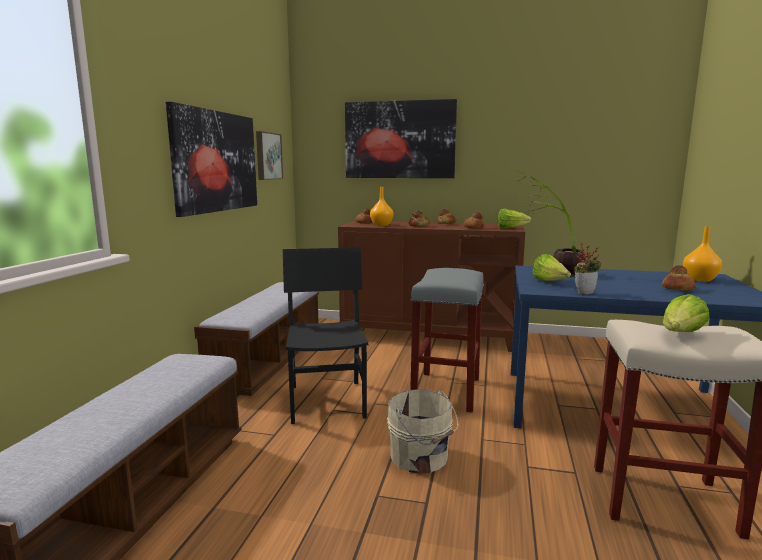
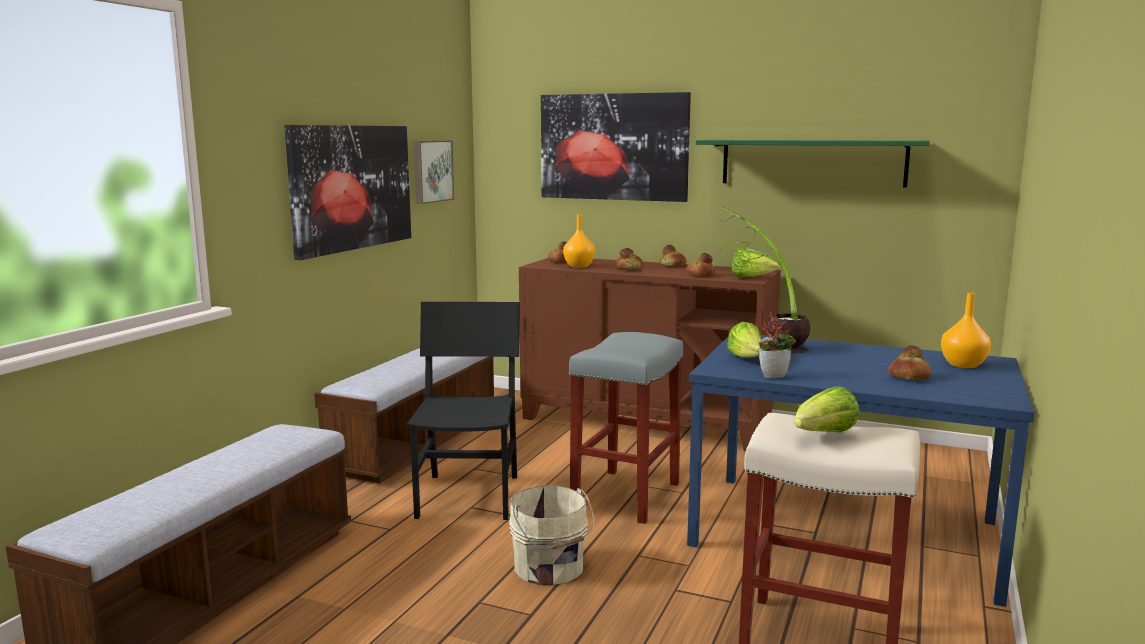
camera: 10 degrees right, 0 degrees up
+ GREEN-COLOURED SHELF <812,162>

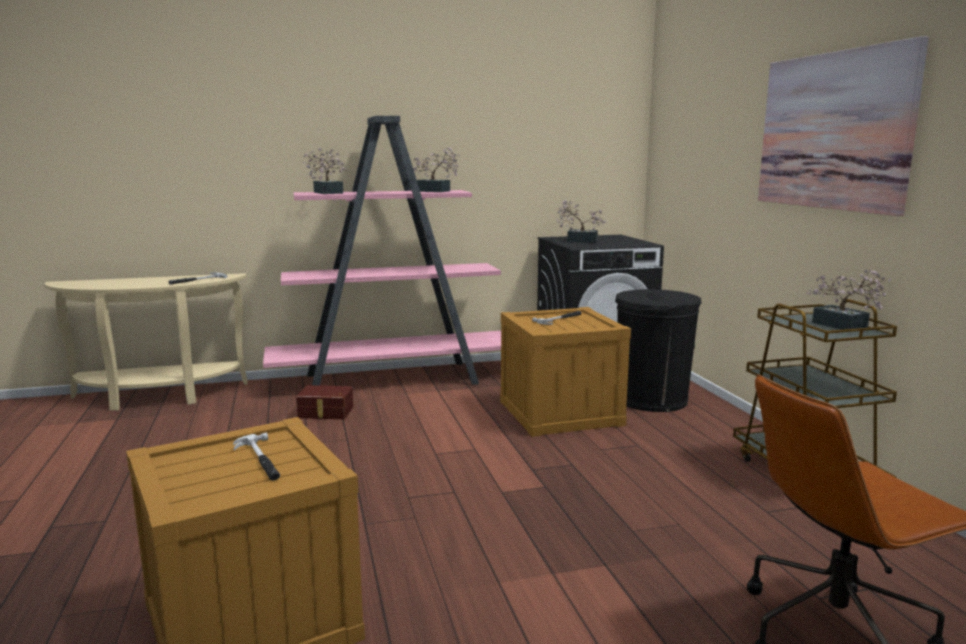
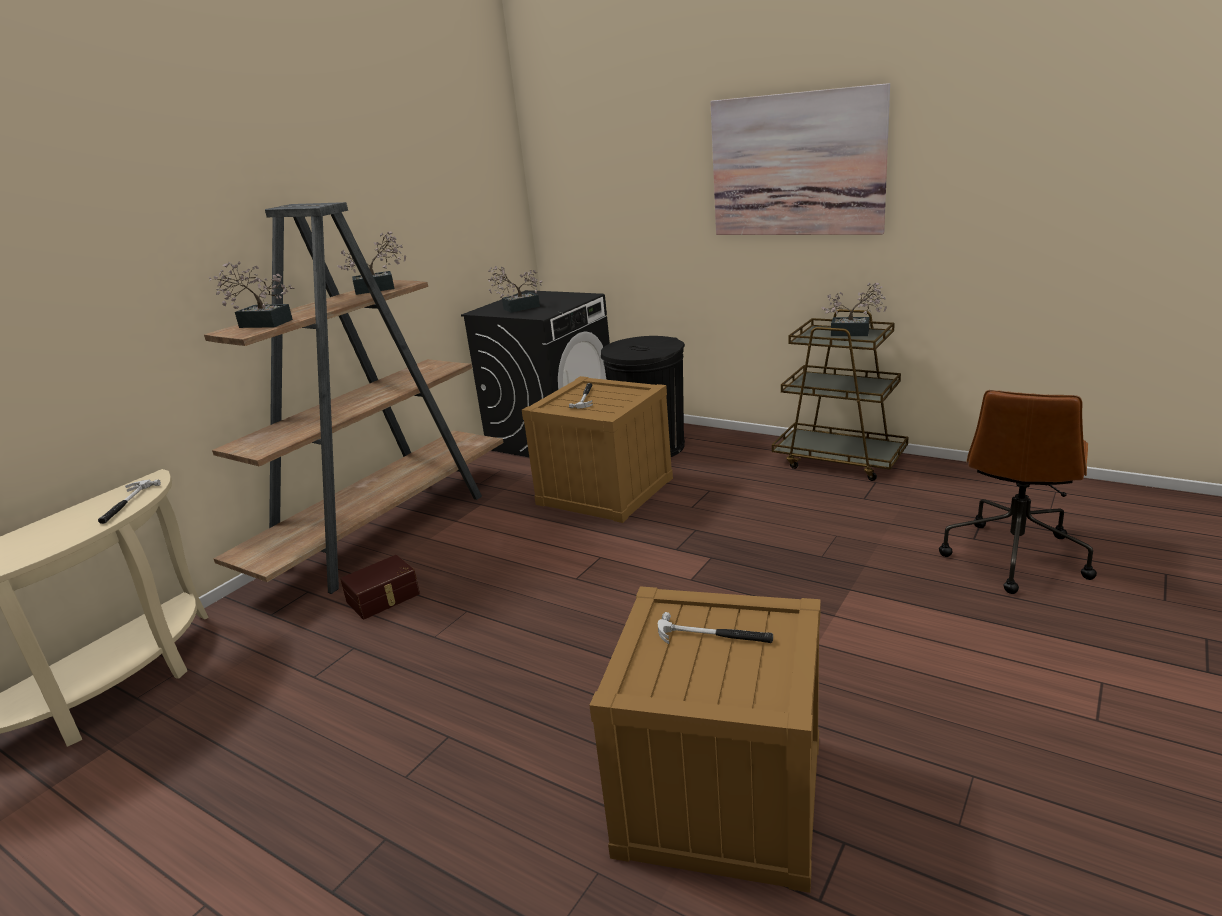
camera: 40 degrees left, 10 degrees up
~ PINK SHELVING UNIT <394,379> to BROWN-COLOURED SHELVING UNIT <385,530>

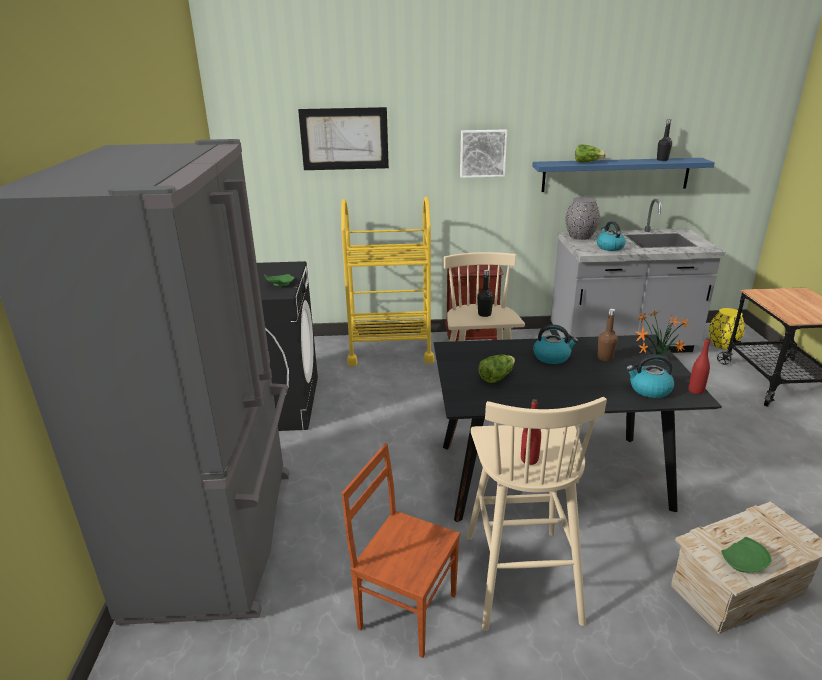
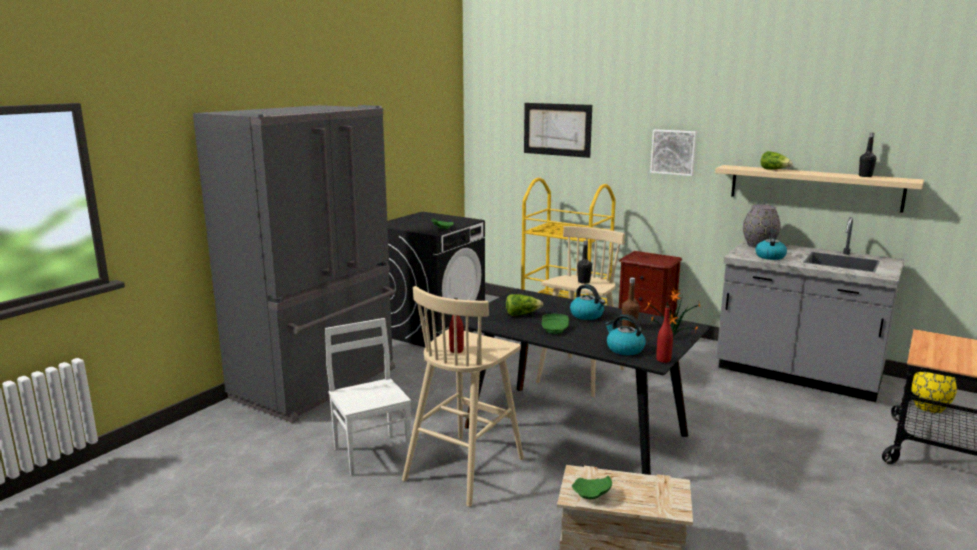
camera: 35 degrees right, 10 degrees down
~ BROWN-COLOURED CHAIR <407,609> to WHITISH CHAIR <372,453>
+ GREEN-COLOURED FLAT DISH <555,329>
~ BLUE-COLOURED SHELF <615,174> to BEIGE-COLOURED SHELF <814,187>

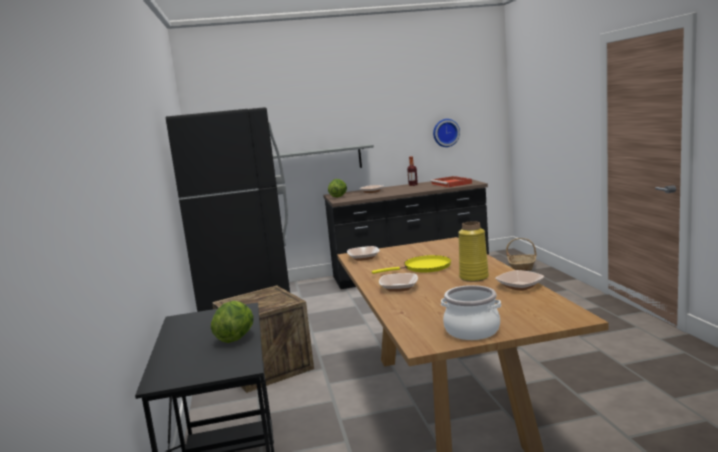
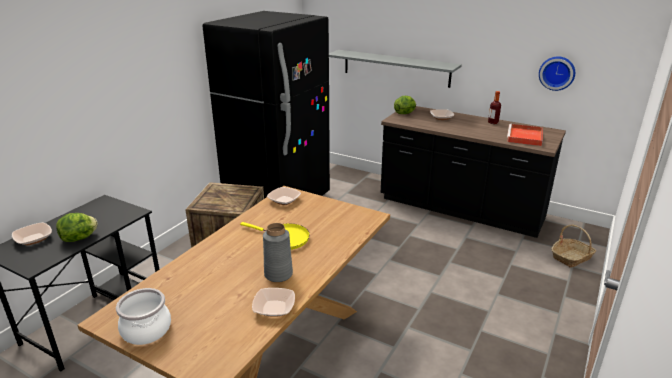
camera: 40 degrees right, 15 degrees up
~ SERVING BOWL <399,288> to <33,239>
~ YELLOW-COLOURED FLOWER VASE <474,277> to GRAY FLOWER VASE <278,274>

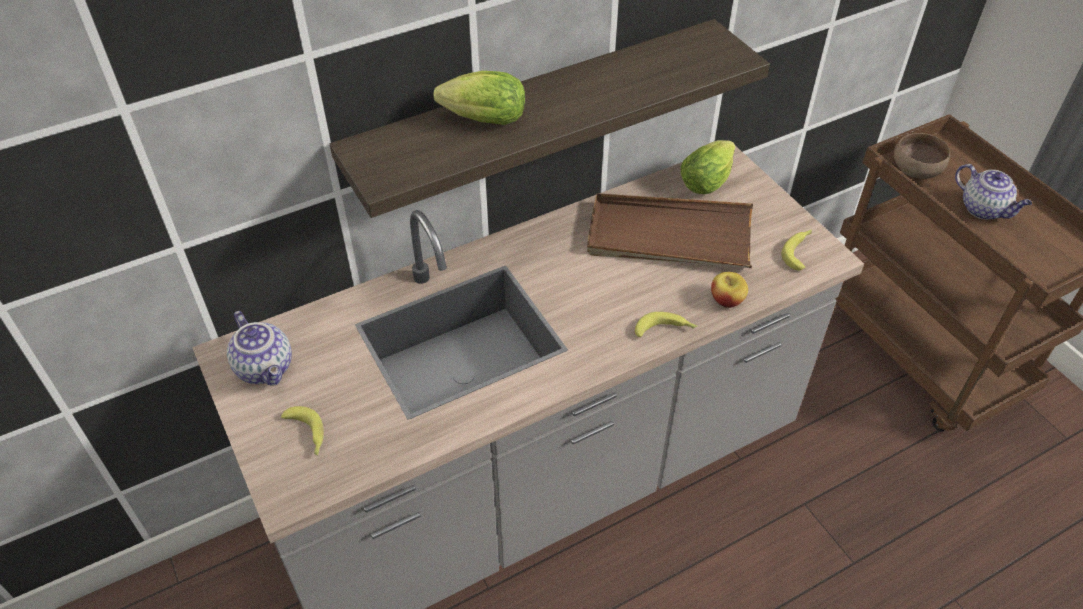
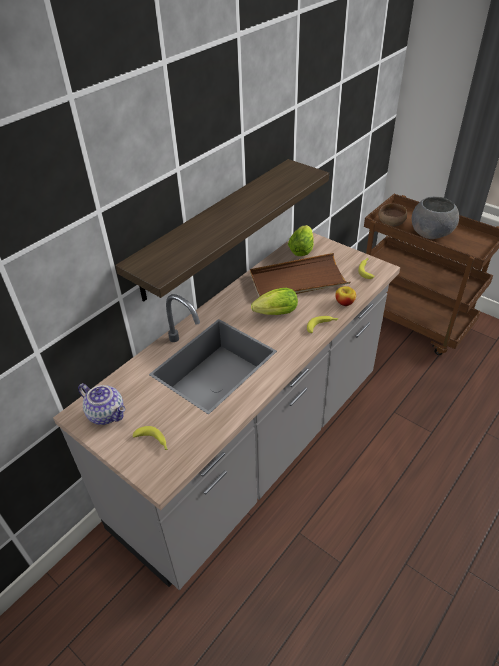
camera: 20 degrees left, 5 degrees down
~ LETTUCE <480,120> to <273,314>
~ POT FOR TEA <984,209> to GRAY SERVING BOWL <432,232>

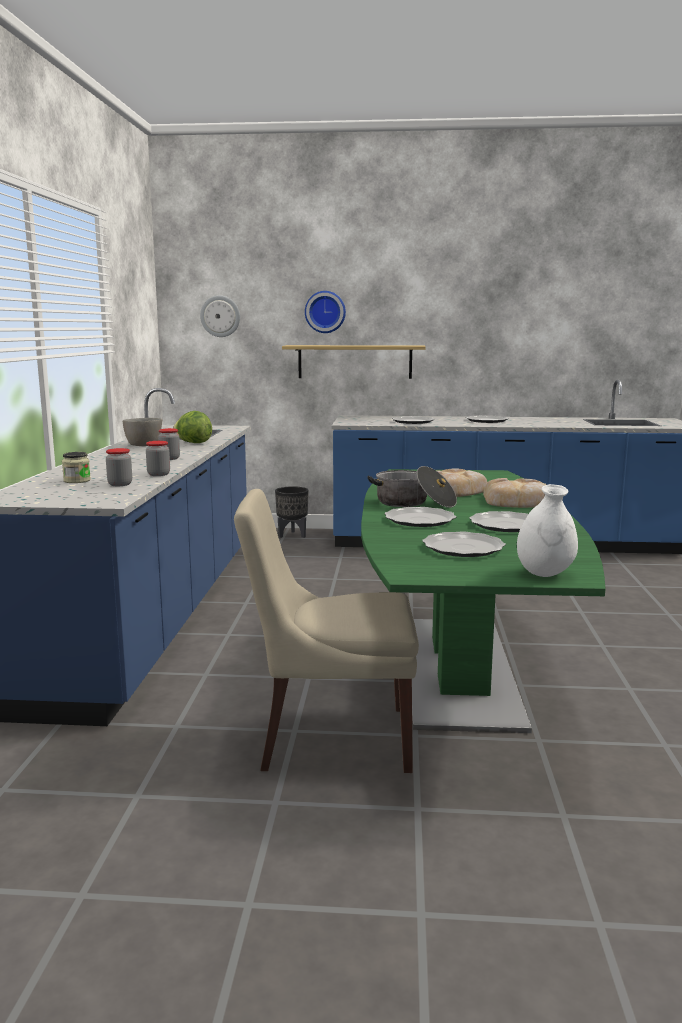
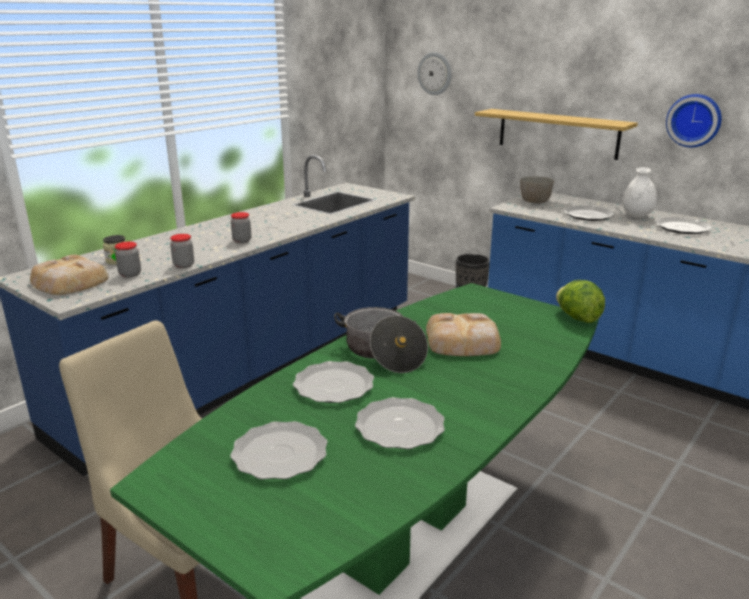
camera: 35 degrees right, 10 degrees up
~ BREAD <518,501> to <70,282>
~ GRAY SERVING BOWL <143,445> to <534,201>
~ LETTUCE <193,443> to <577,318>
~ WHITISH FLOWER VASE <545,574> to <637,216>
~ WALL CLOCK <325,312> to <694,120>

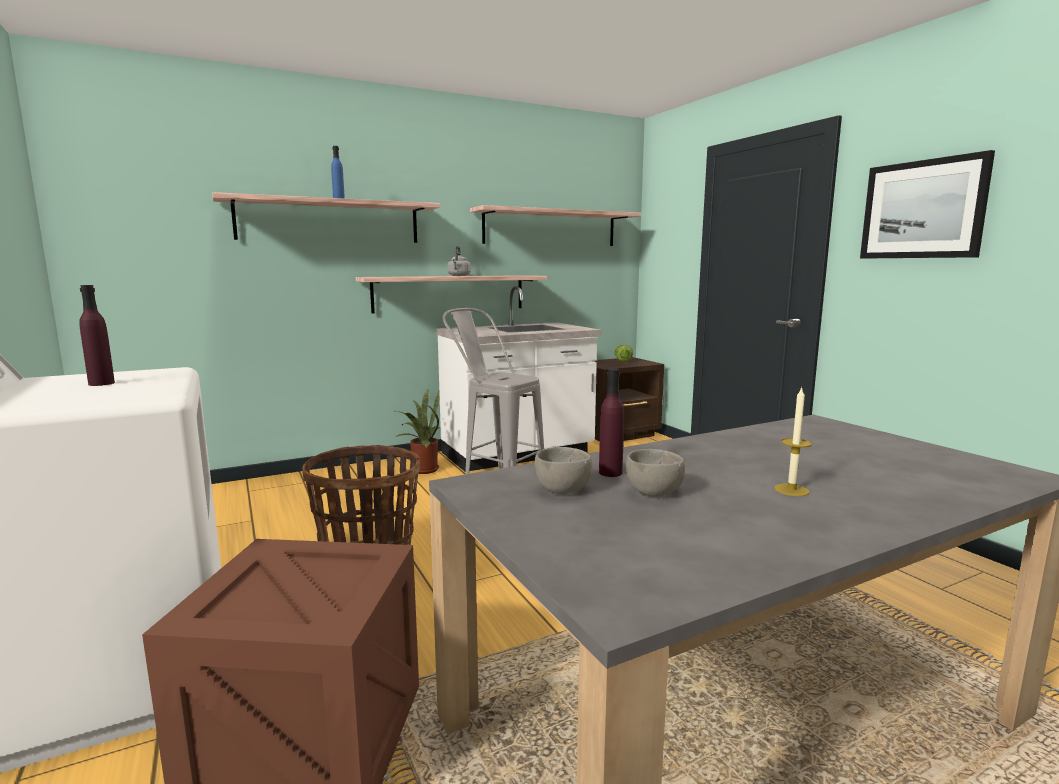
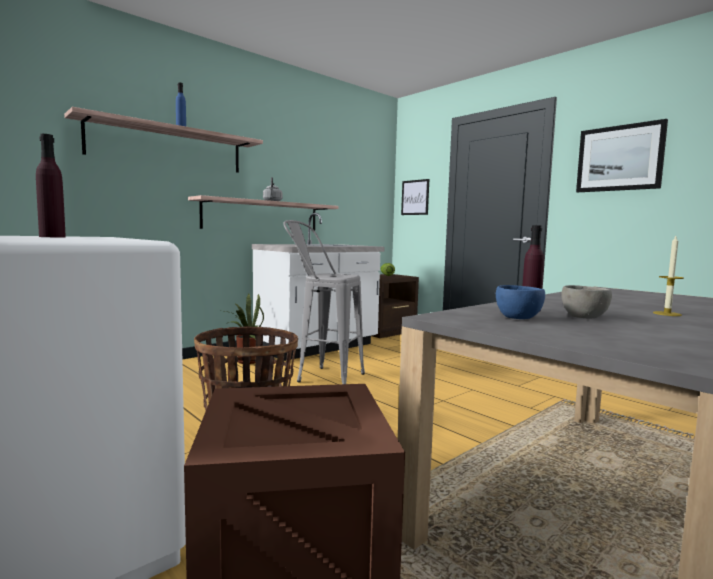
camera: 15 degrees left, 5 degrees down
+ WALL ART <415,197>
~ GRAY SERVING BOWL <564,490> to BLUE-COLOURED SERVING BOWL <519,318>
- SHELF <550,228>

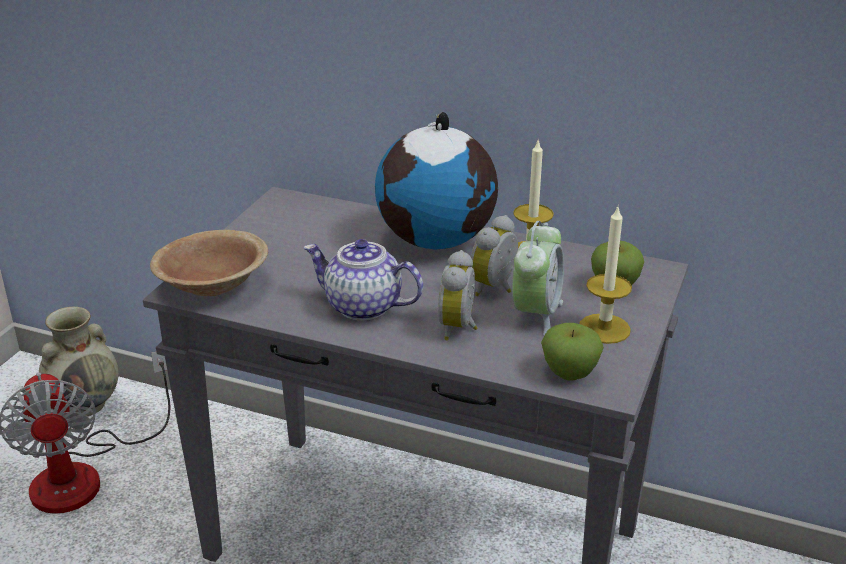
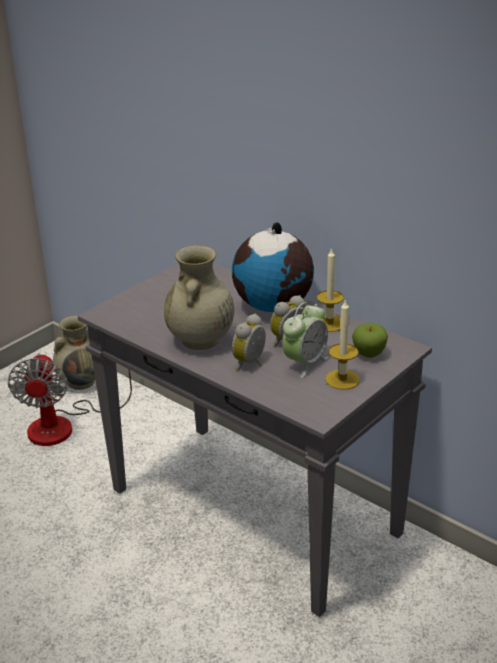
camera: 20 degrees right, 0 degrees up
~ POT FOR TEA <362,307> to BEIGE-COLOURED FLOWER VASE <200,340>
- BROWN-COLOURED SERVING BOWL <212,285>
- APPLE FRUIT <569,373>

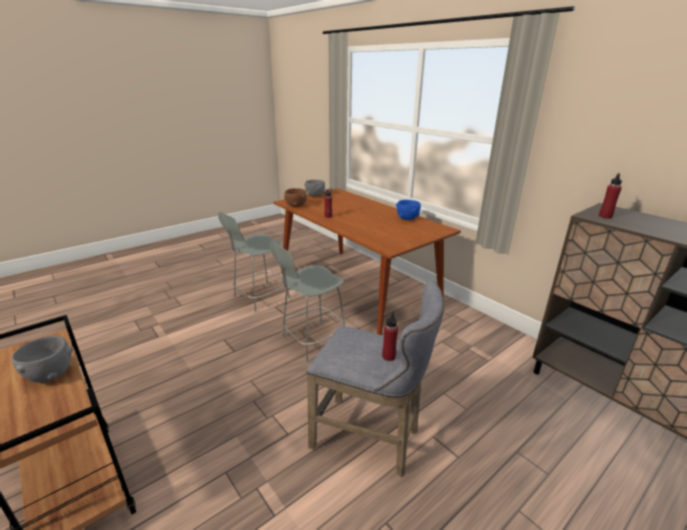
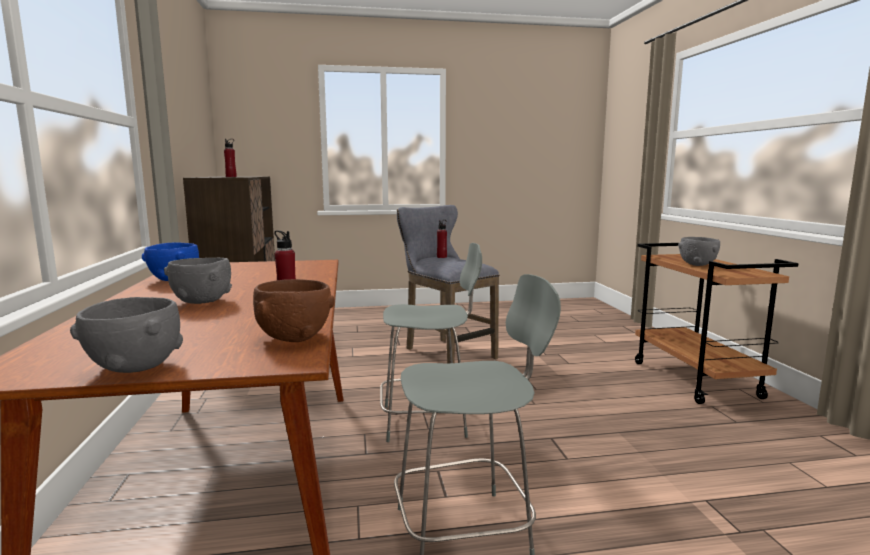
camera: 150 degrees left, 15 degrees down
+ GRAY SERVING BOWL <202,302>

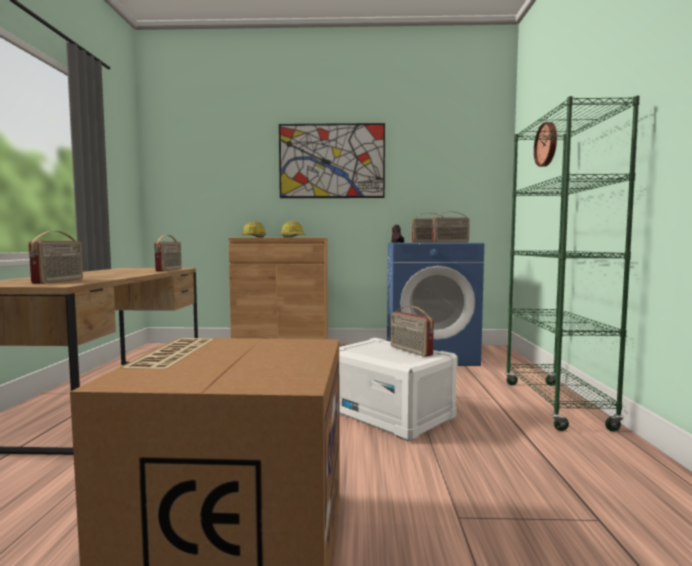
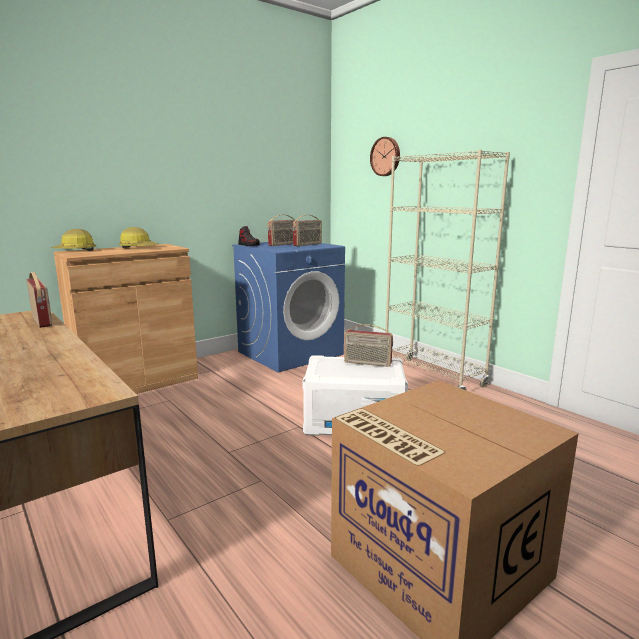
camera: 40 degrees left, 10 degrees up
~ GREEN-COLOURED SHELVING UNIT <555,405> to BEIGE-COLOURED SHELVING UNIT <433,376>
- RADIO <59,281>
- WALL ART <331,161>

